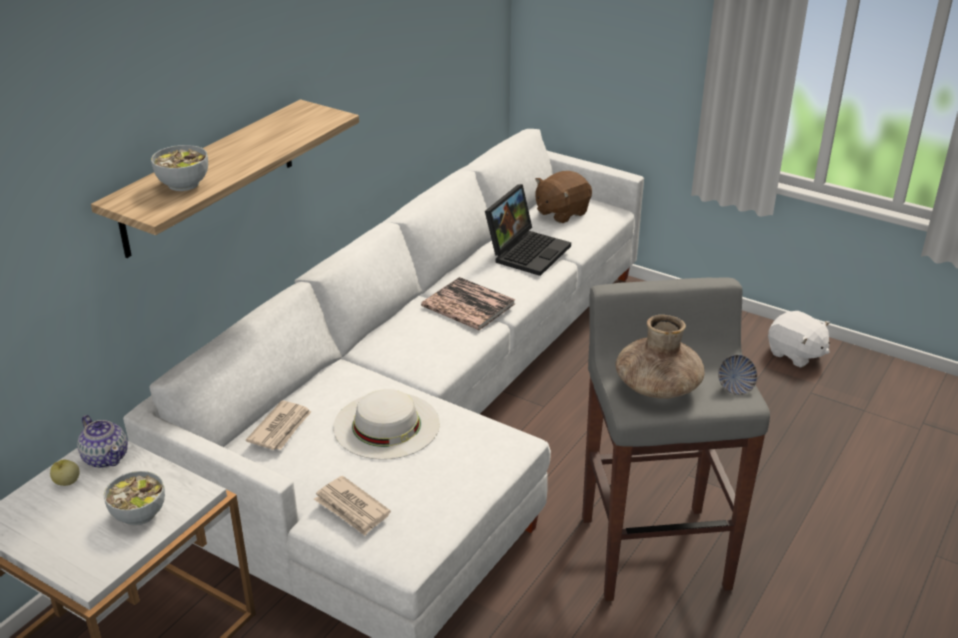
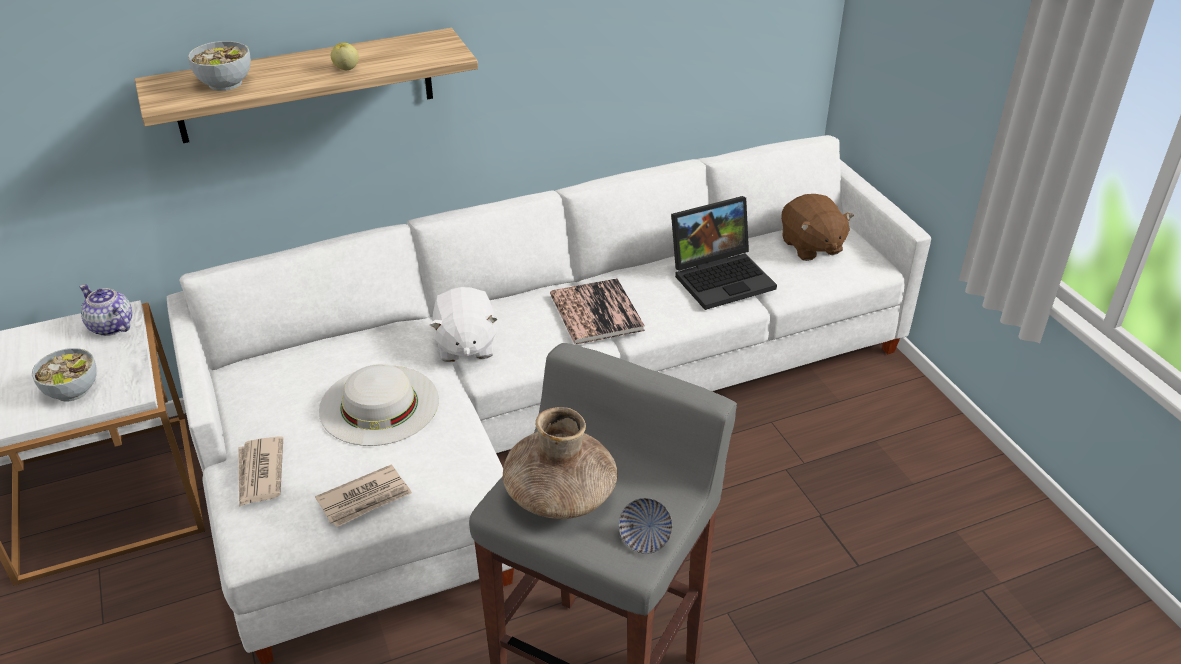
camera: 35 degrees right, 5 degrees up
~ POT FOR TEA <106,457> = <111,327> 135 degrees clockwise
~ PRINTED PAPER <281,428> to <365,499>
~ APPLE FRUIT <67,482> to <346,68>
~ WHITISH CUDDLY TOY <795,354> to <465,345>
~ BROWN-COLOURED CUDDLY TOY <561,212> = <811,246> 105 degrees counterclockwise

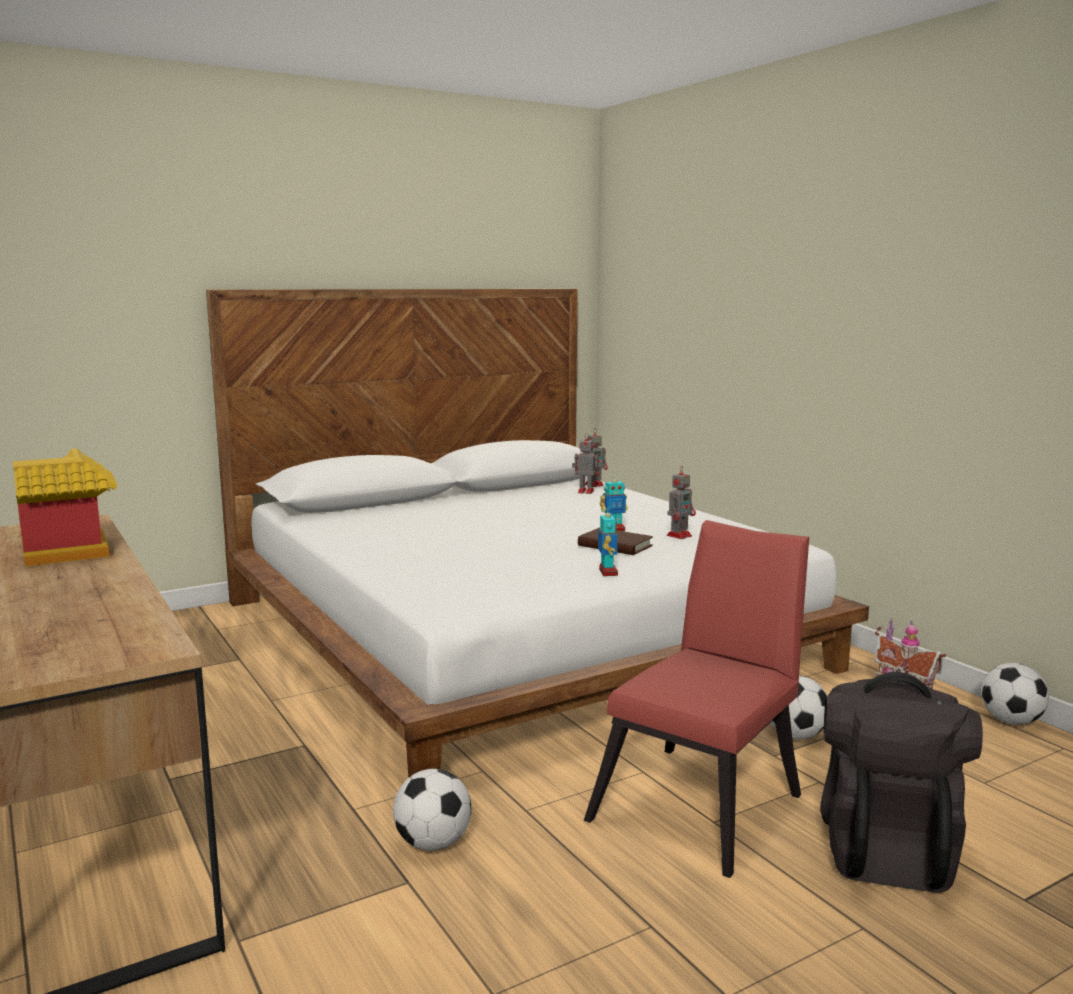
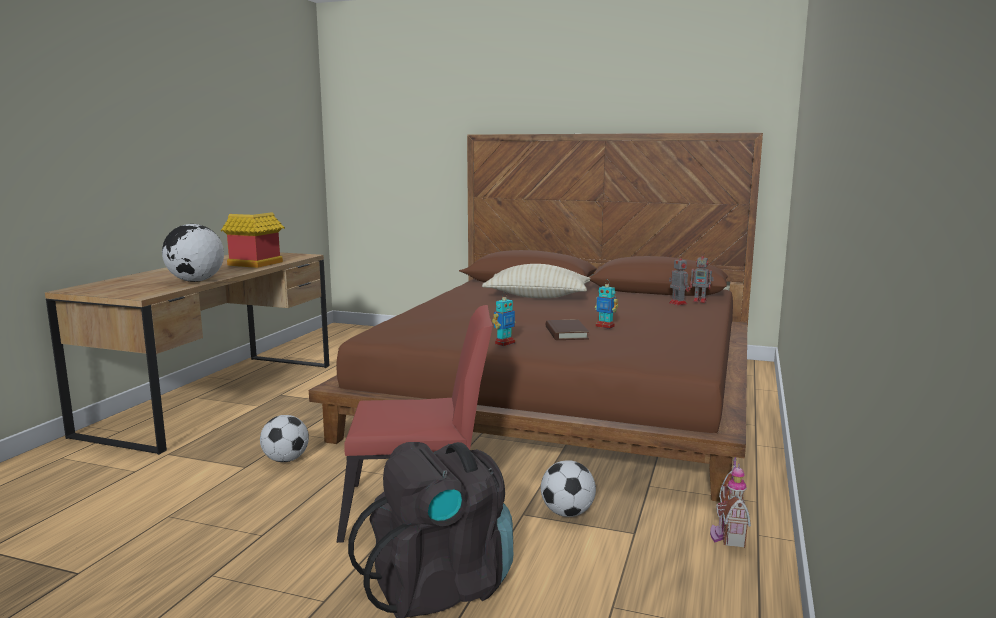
camera: 50 degrees right, 0 degrees up
+ DESK GLOBE <195,281>
~ WHITISH BEDROOM BED <515,633> to BROWN-COLOURED BEDROOM BED <564,395>
+ BEIGE-COLOURED THROW PILLOW <537,297>
- MODEL ROBOT <680,535>
- FOOTBALL <1011,721>

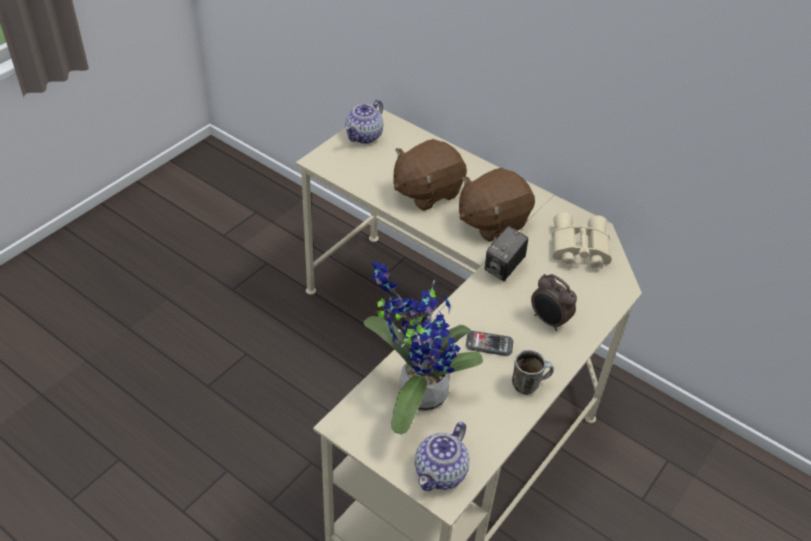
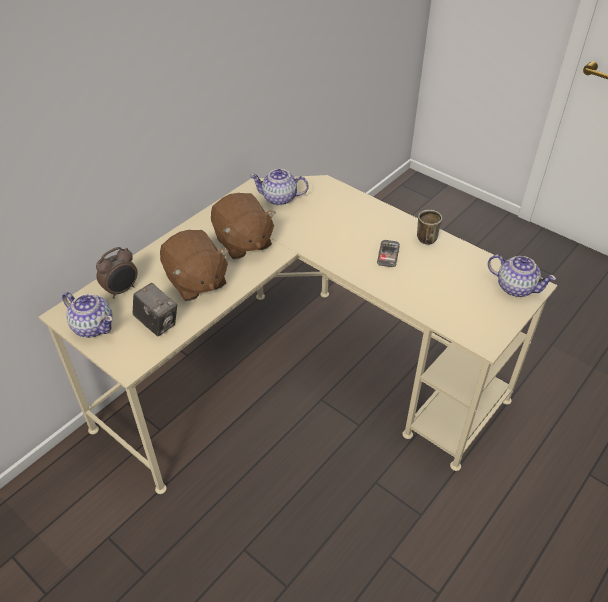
camera: 85 degrees left, 0 degrees up
~ TABLE CLOCK <548,321> to <122,290>
~ PHOTO CAMERA <503,268> to <157,323>
~ BEIGE-COLOURED PAIR OF BINOCULARS <578,249> to POT FOR TEA <280,198>
- PLANT IN A POT <416,393>

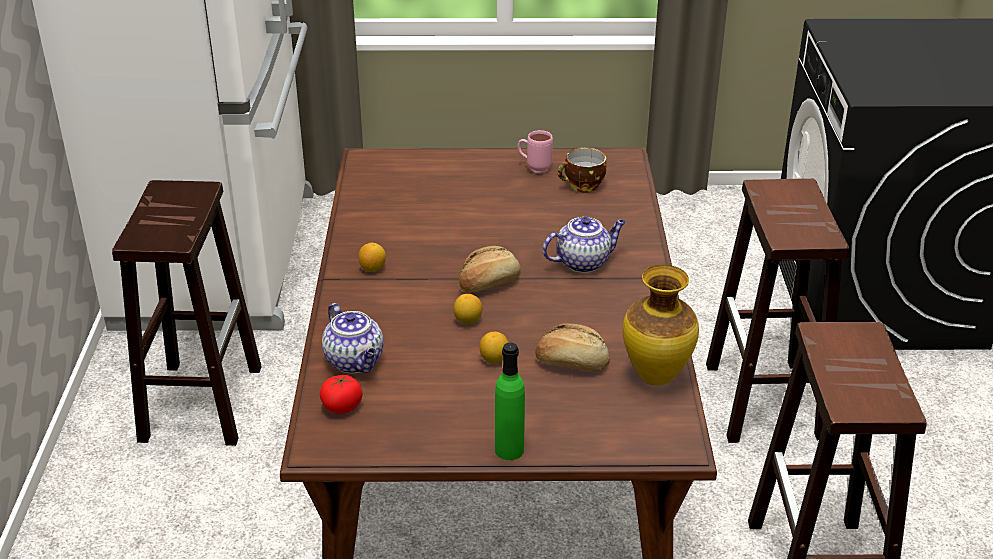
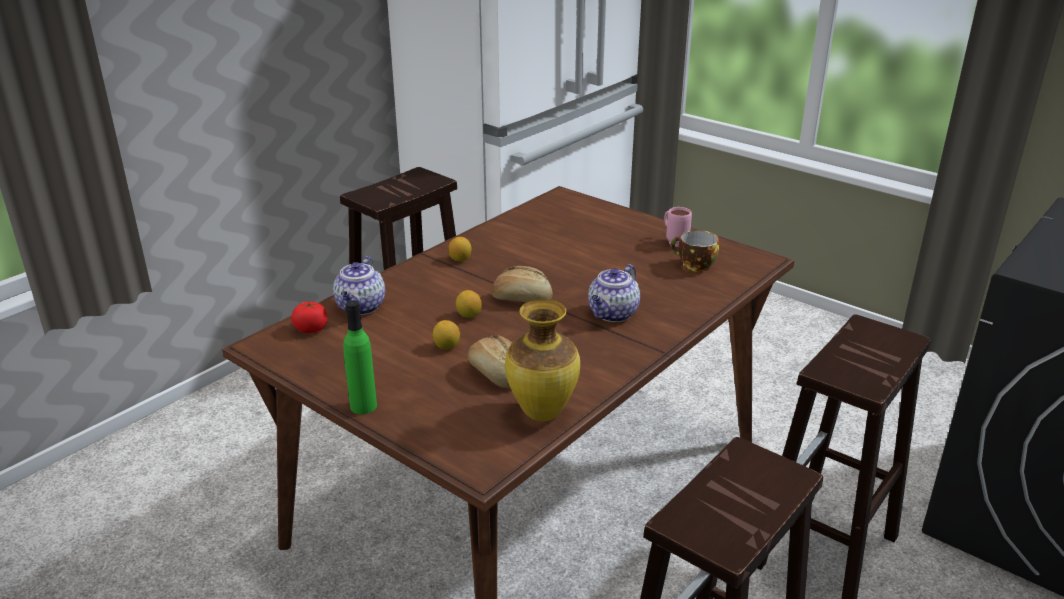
camera: 40 degrees right, 5 degrees down
~ POT FOR TEA <584,262> = <613,314> 105 degrees clockwise

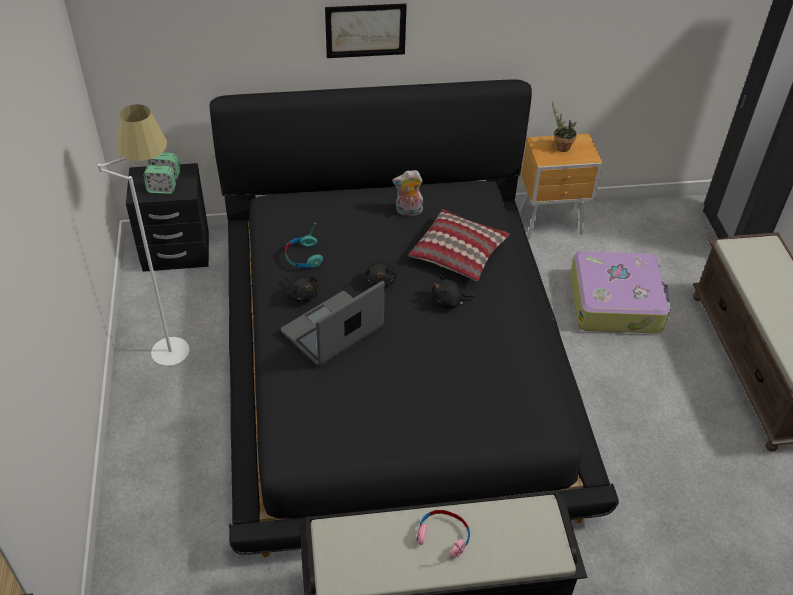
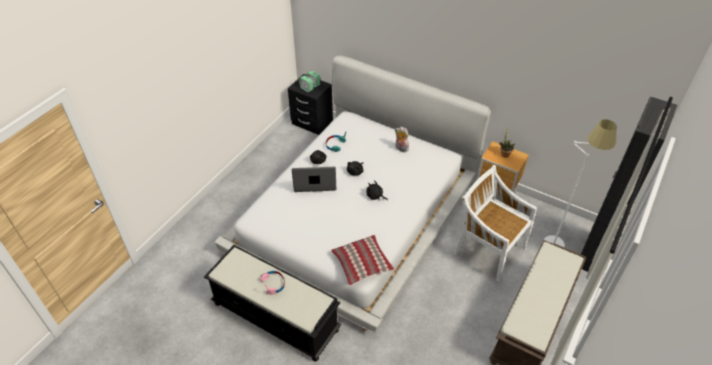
camera: 40 degrees right, 0 degrees up
~ BLACKISH BEDROOM BED <394,359> to WHITISH BEDROOM BED <356,215>
~ THROW PILLOW <458,253> to <362,264>
~ SUITCASE <616,302> to WHITISH CHAIR <488,250>
~ WHITISH FLOOR LAMP <174,338> to <558,238>
- WALL ART <365,30>

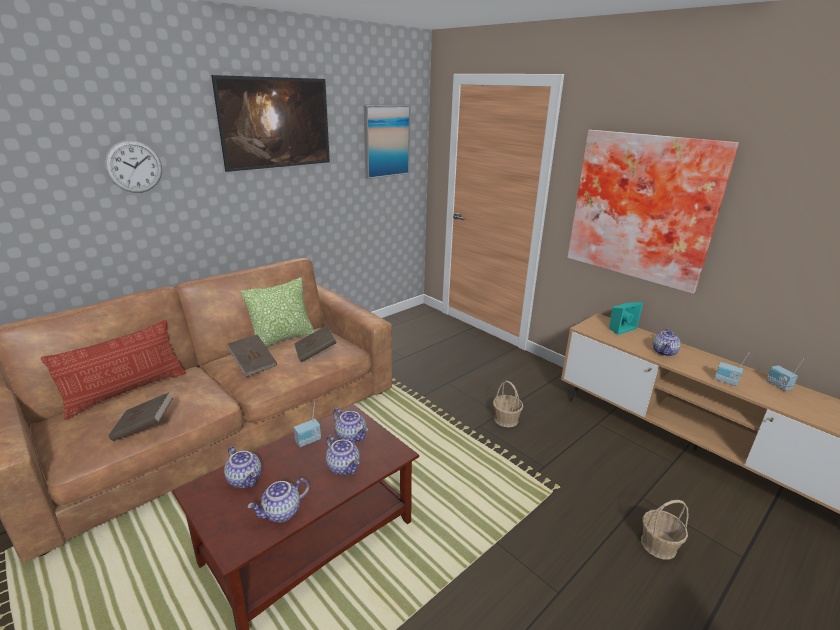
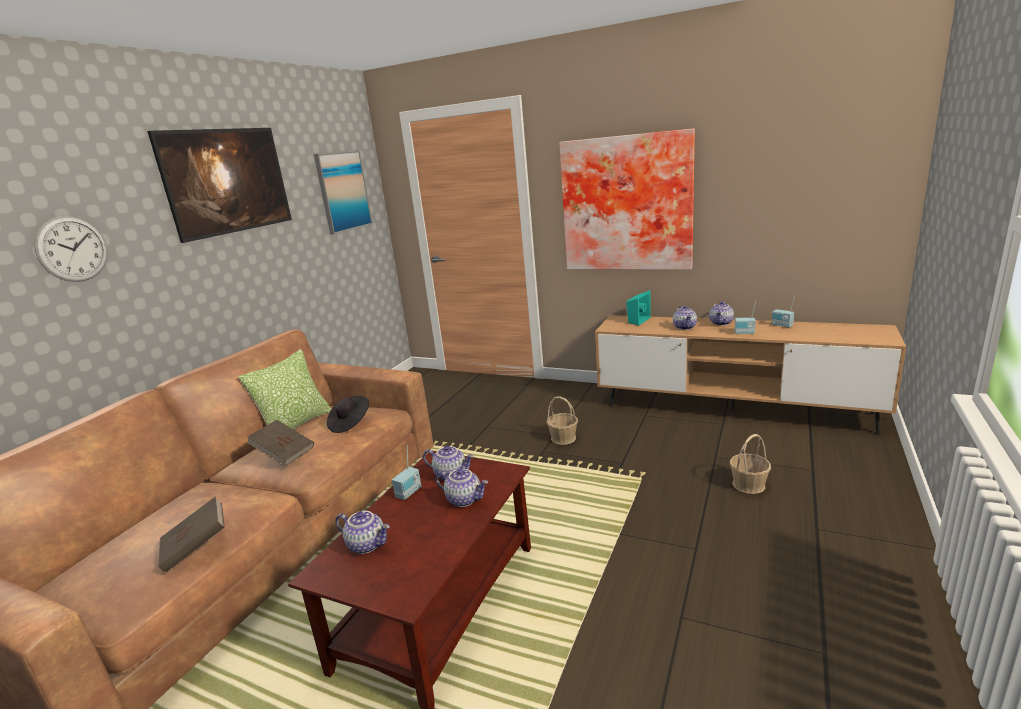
camera: 20 degrees left, 5 degrees down
~ BROWN-COLOURED BOOK <315,352> to BLACKISH CLOTHING HAT <350,423>
~ POT FOR TEA <282,513> to <721,323>
- THROW PILLOW <126,391>

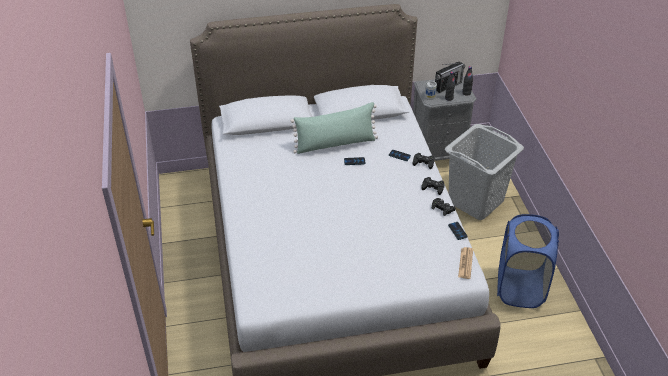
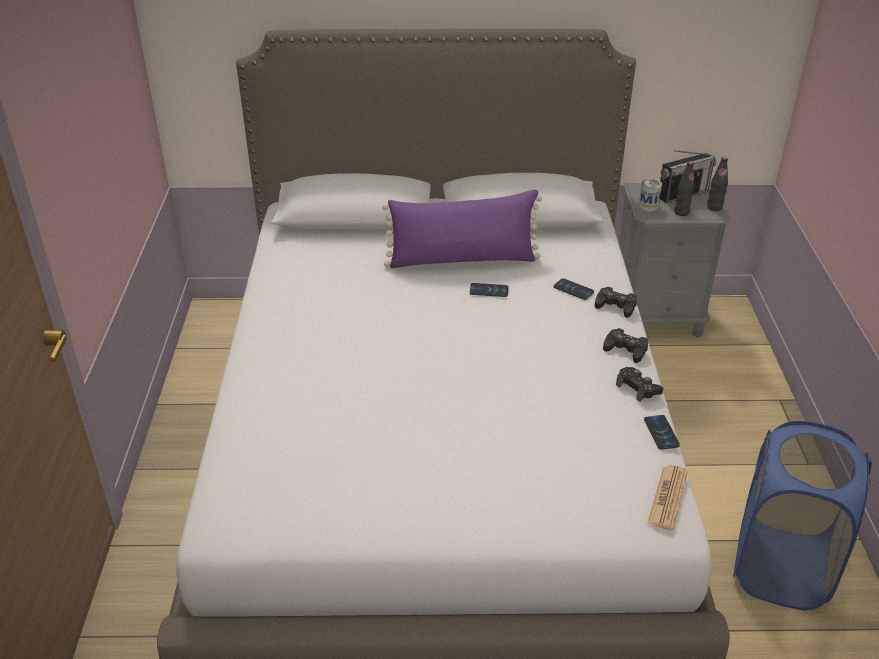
camera: 10 degrees right, 5 degrees down
~ GREEN-COLOURED THROW PILLOW <335,144> to PURPLE-COLOURED THROW PILLOW <462,260>
- GRAY HAMPER <476,201>

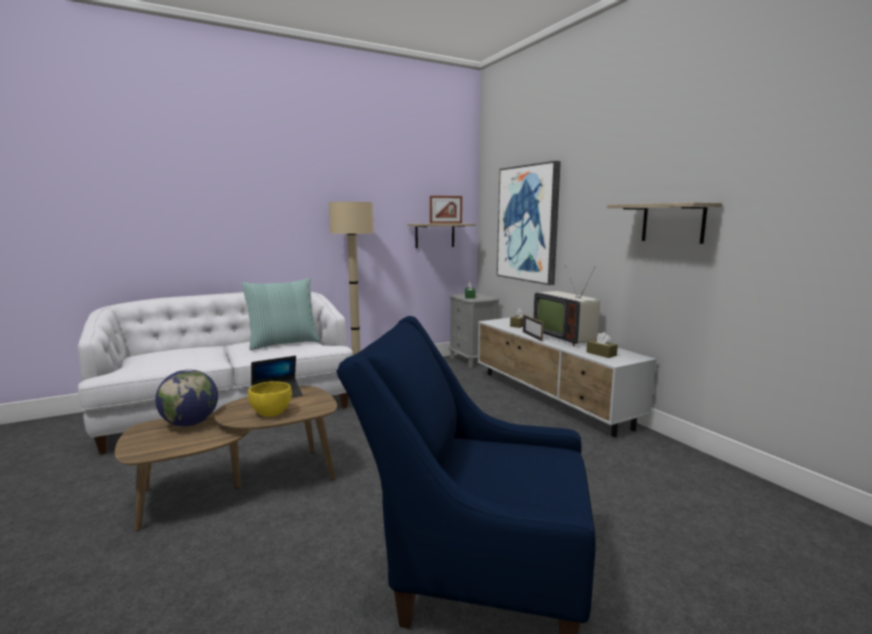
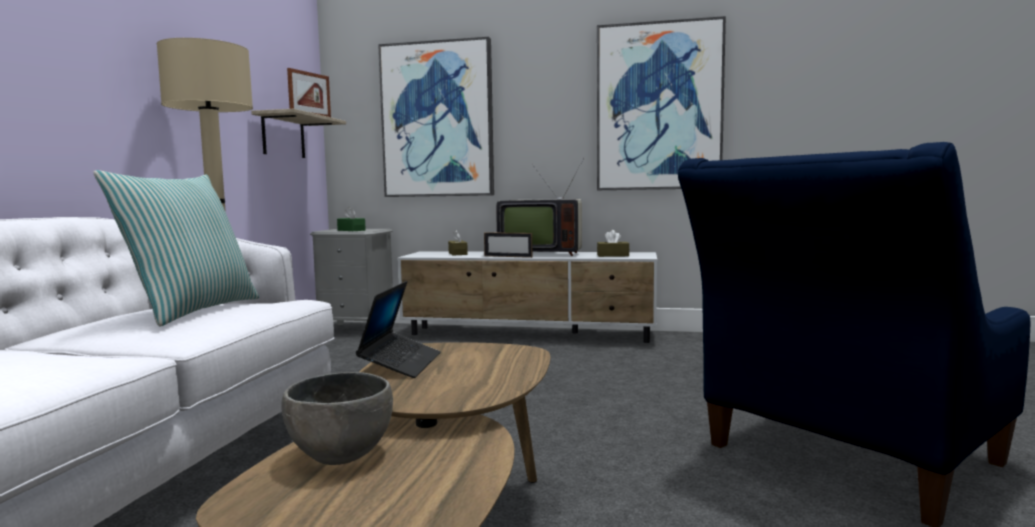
camera: 50 degrees left, 5 degrees down
~ DESK GLOBE <190,423> to GRAY SERVING BOWL <341,455>
~ SHELF <673,223> to WALL ART <658,107>
- YELLOW-COLOURED SERVING BOWL <272,413>

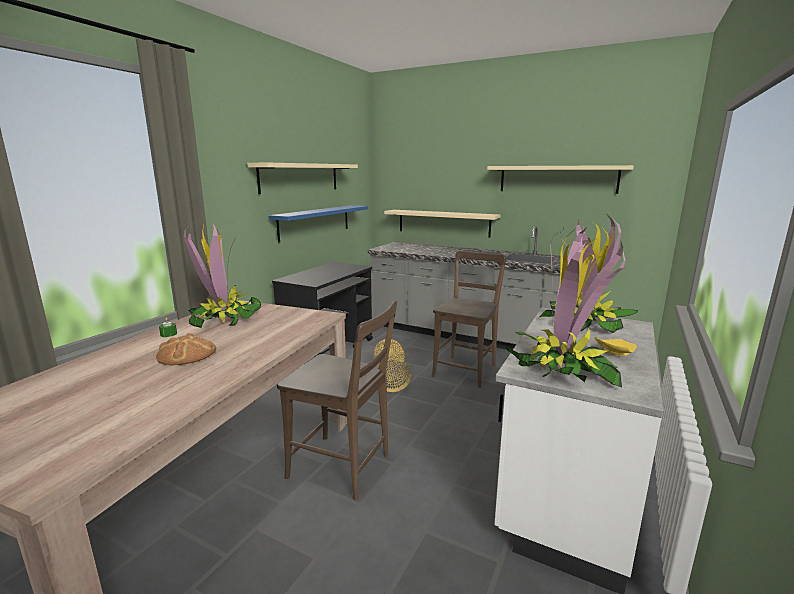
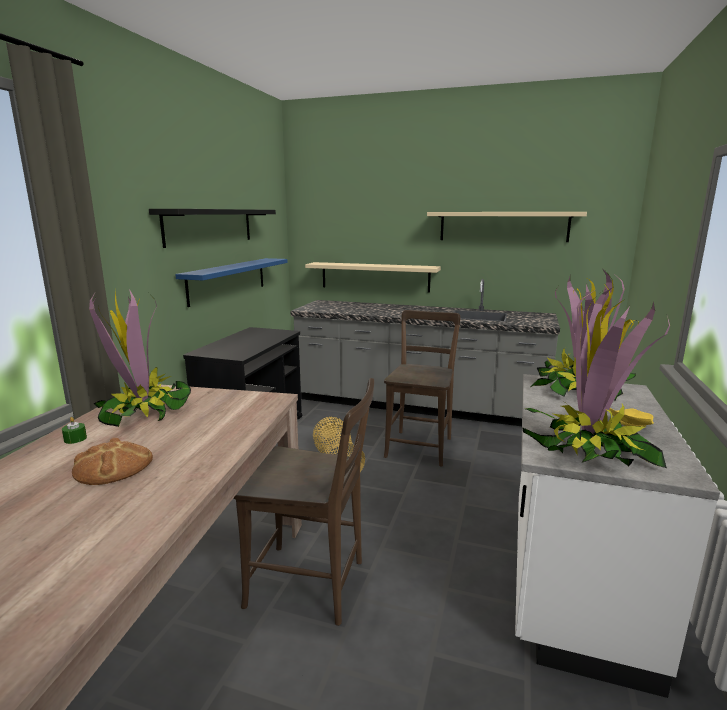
camera: 10 degrees left, 0 degrees up
~ BEIGE-COLOURED SHELF <300,177> to BLACKISH SHELF <210,226>

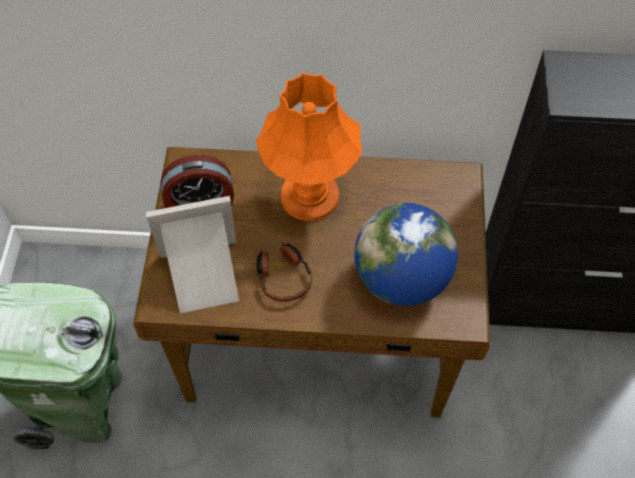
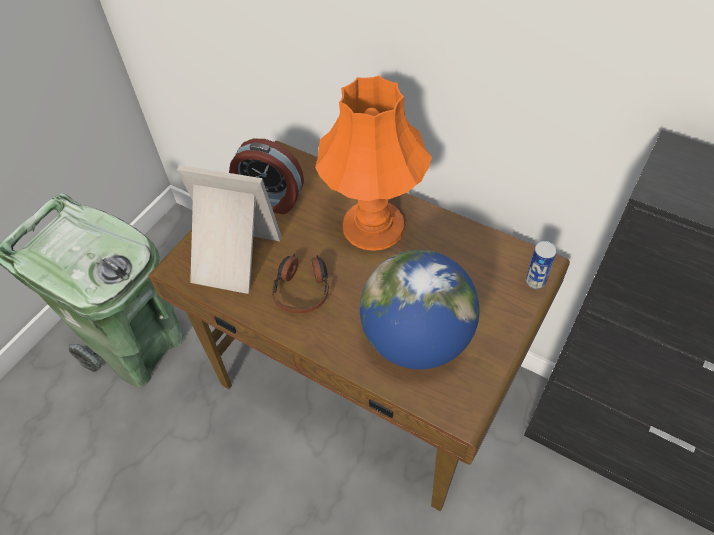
camera: 30 degrees right, 5 degrees down
+ METAL CAN <535,281>

